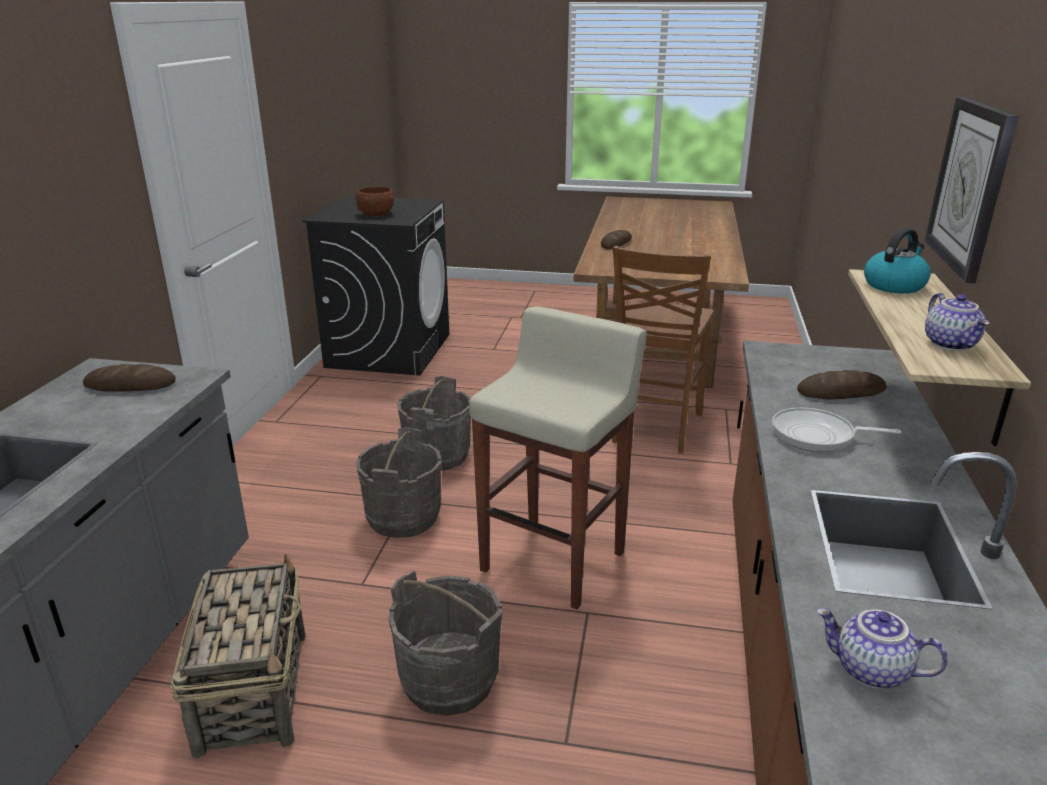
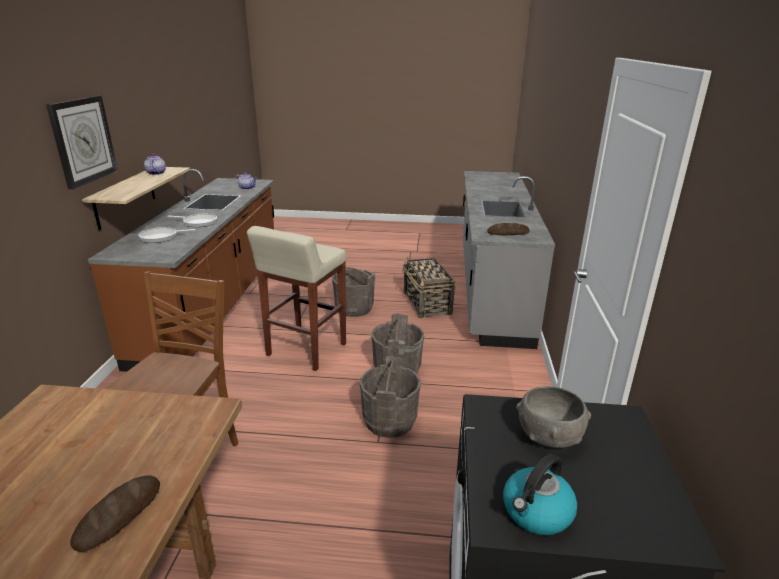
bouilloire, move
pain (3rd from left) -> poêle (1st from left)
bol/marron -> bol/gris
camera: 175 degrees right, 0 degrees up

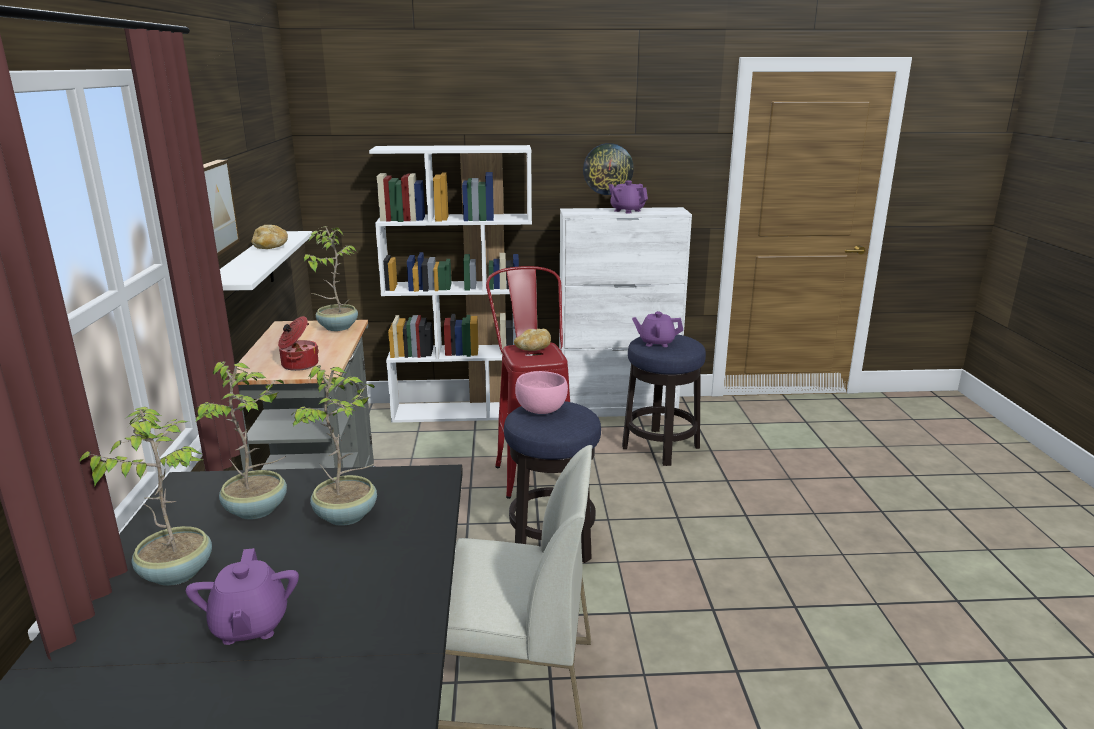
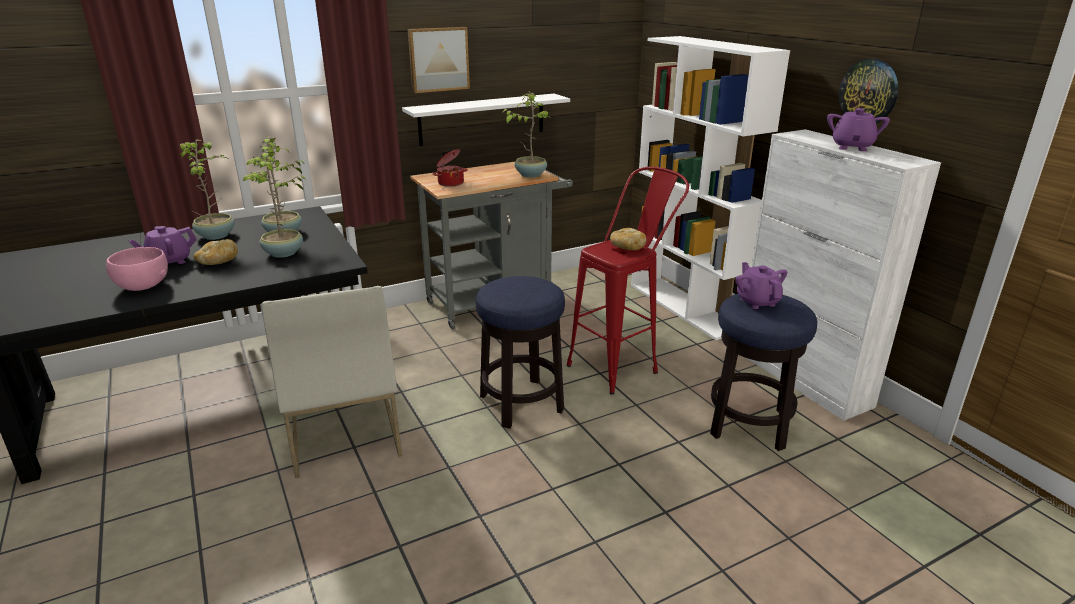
pain (1st from left), move
bol/rose, move
camera: 65 degrees right, 5 degrees up

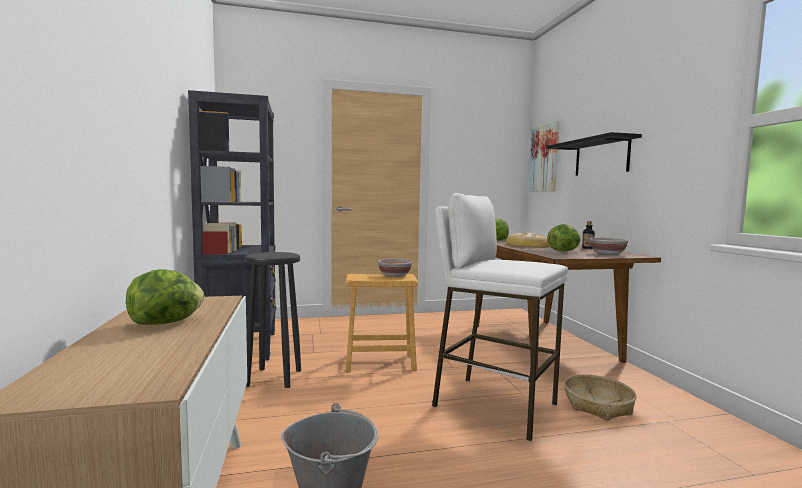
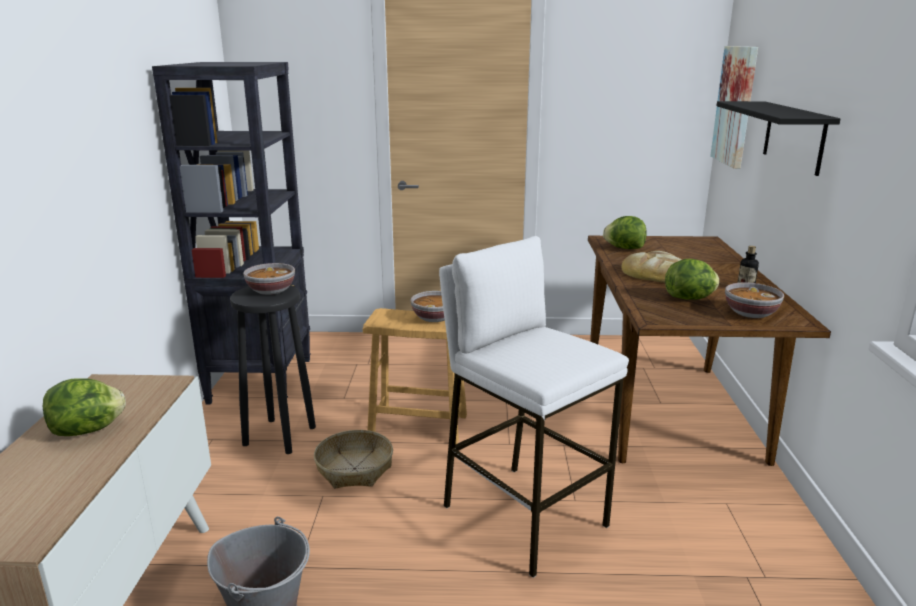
none -> bol (1st from left)
panier, move
camera: 15 degrees right, 15 degrees up

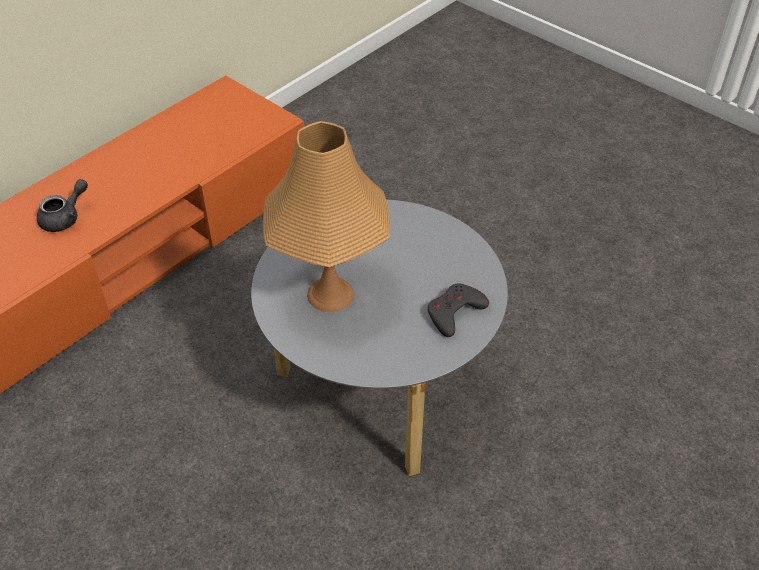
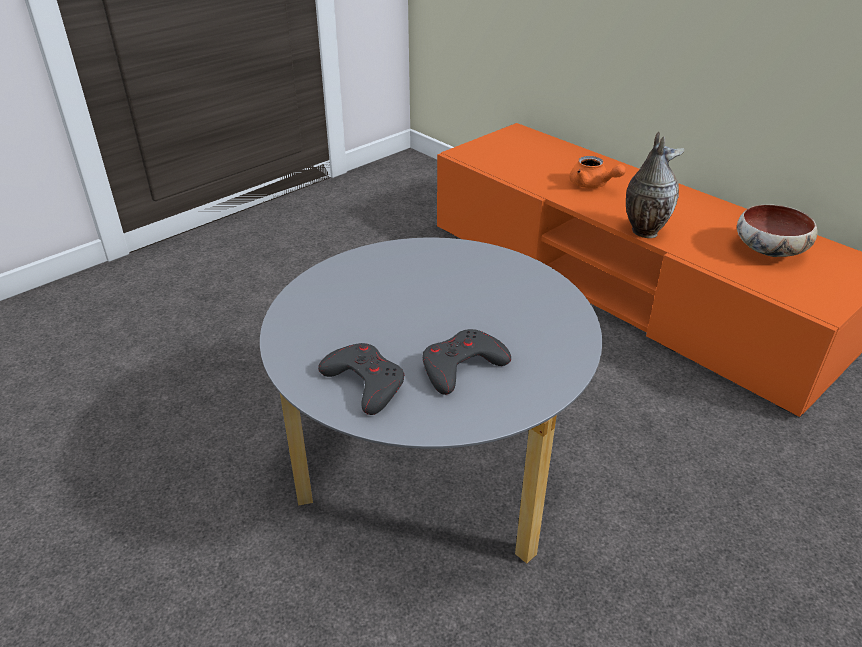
lampe de table/orange -> none
none -> manette/gris (2nd from left)
none -> vase
none -> bol
théière/gris -> théière/orange
camera: 95 degrees right, 10 degrees down

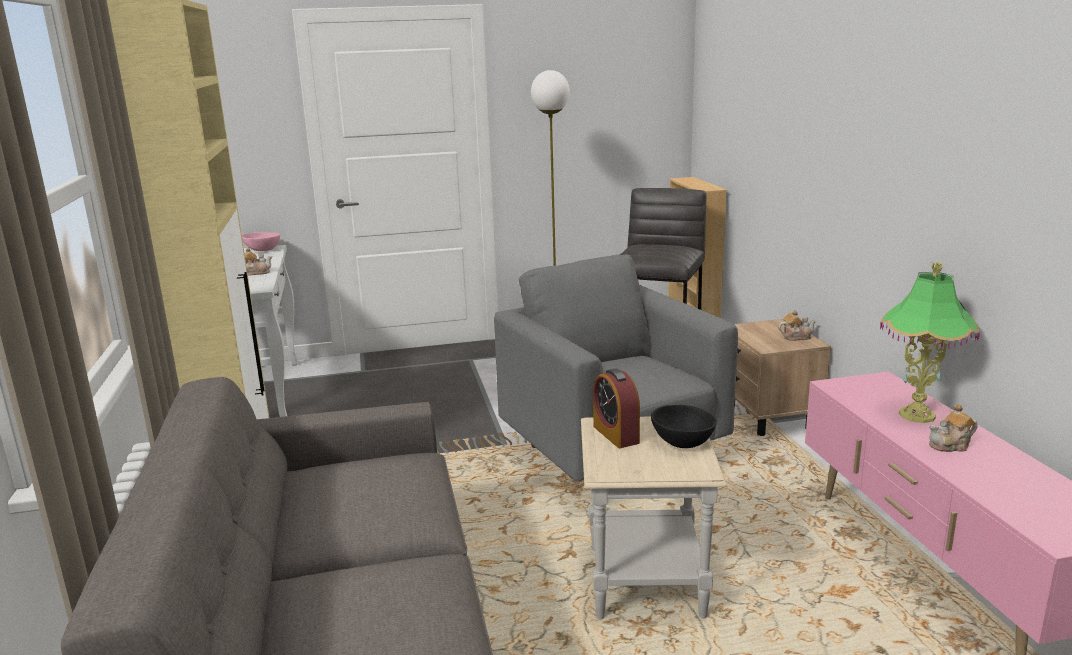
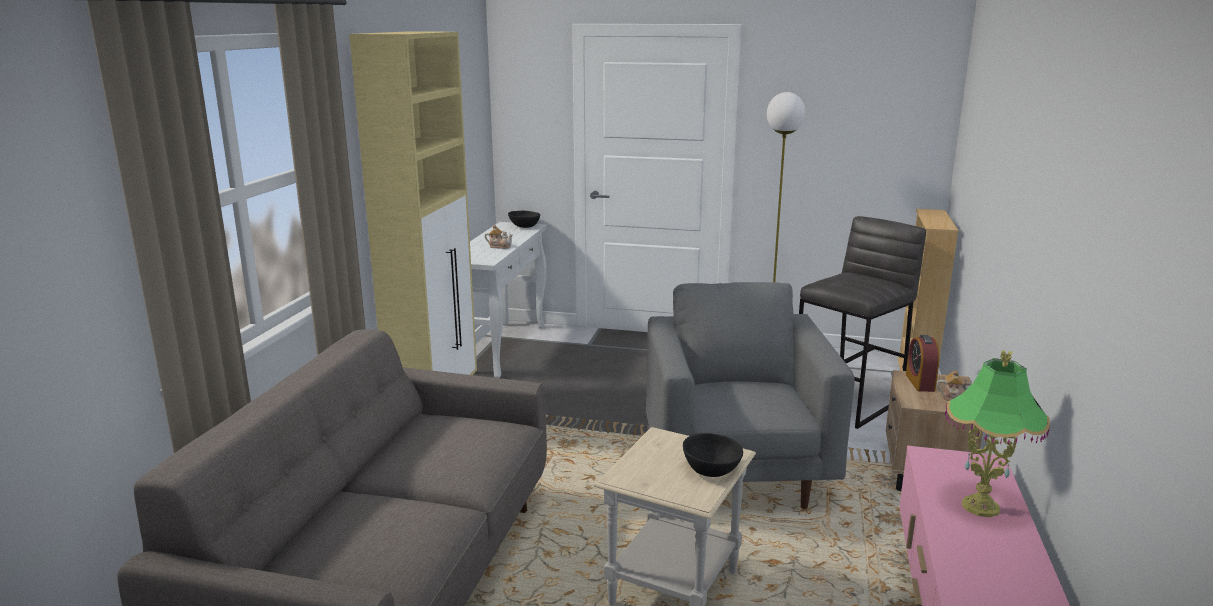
théière (3rd from left) -> none
réveil, move
bol/rose -> bol/noir (1st from left)
camera: 25 degrees right, 0 degrees up

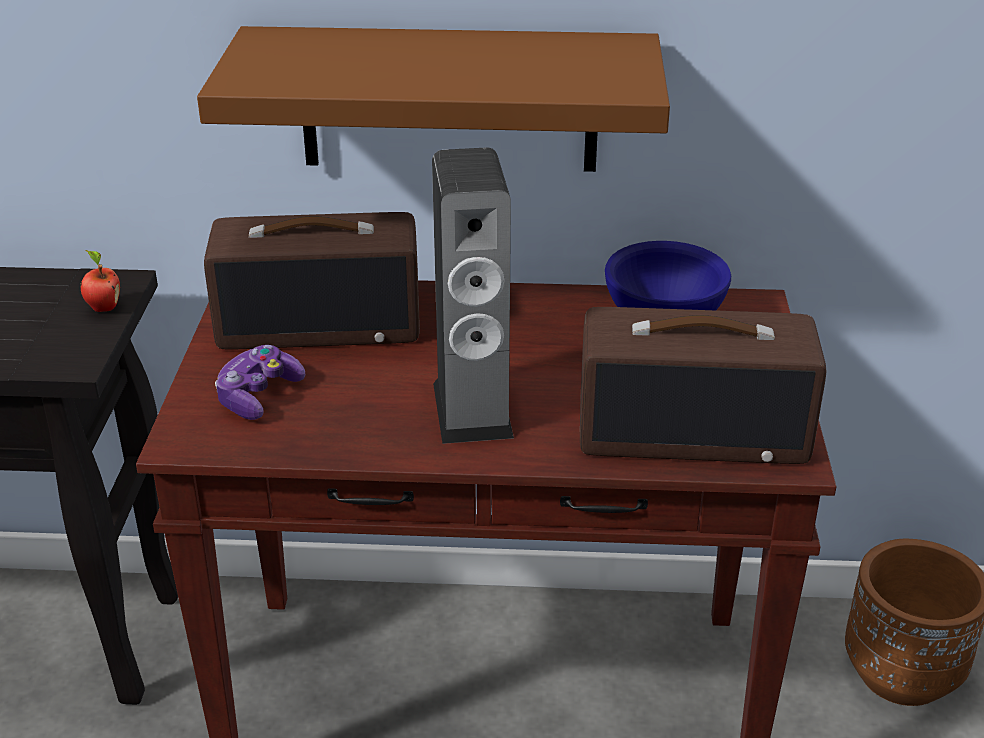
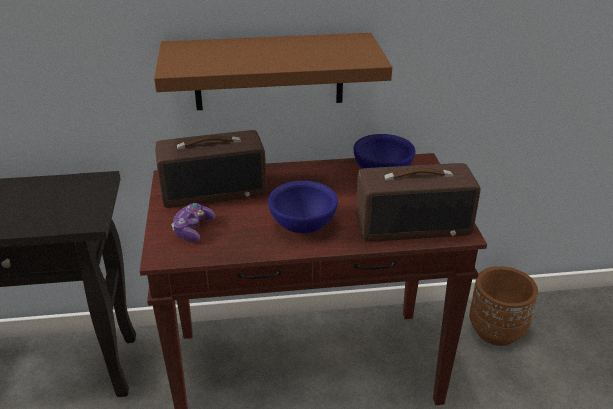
pomme -> none
enceinte -> bol/bleu (1st from left)
camera: 10 degrees left, 0 degrees up

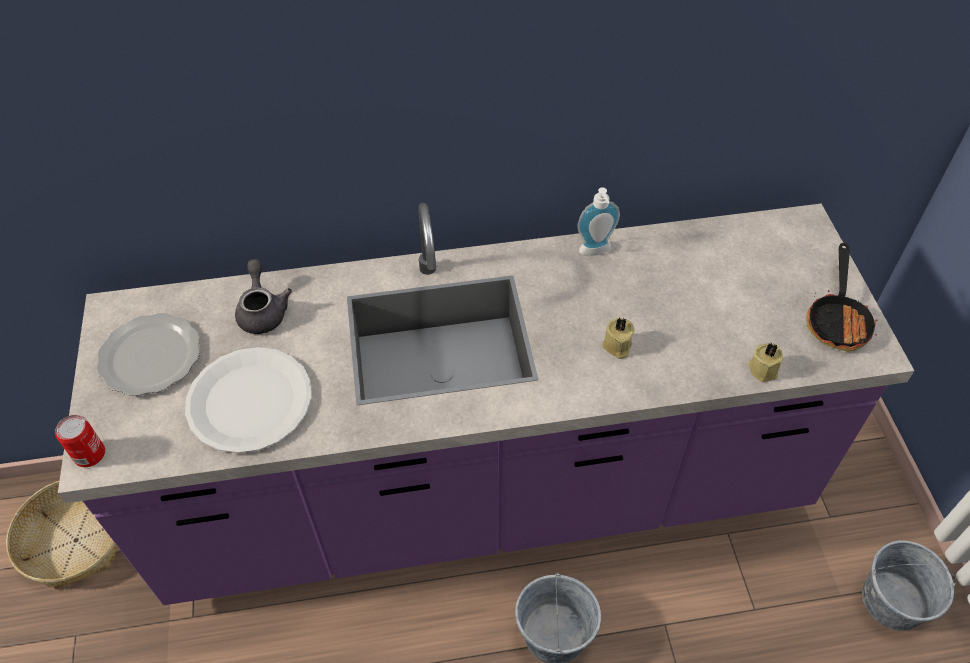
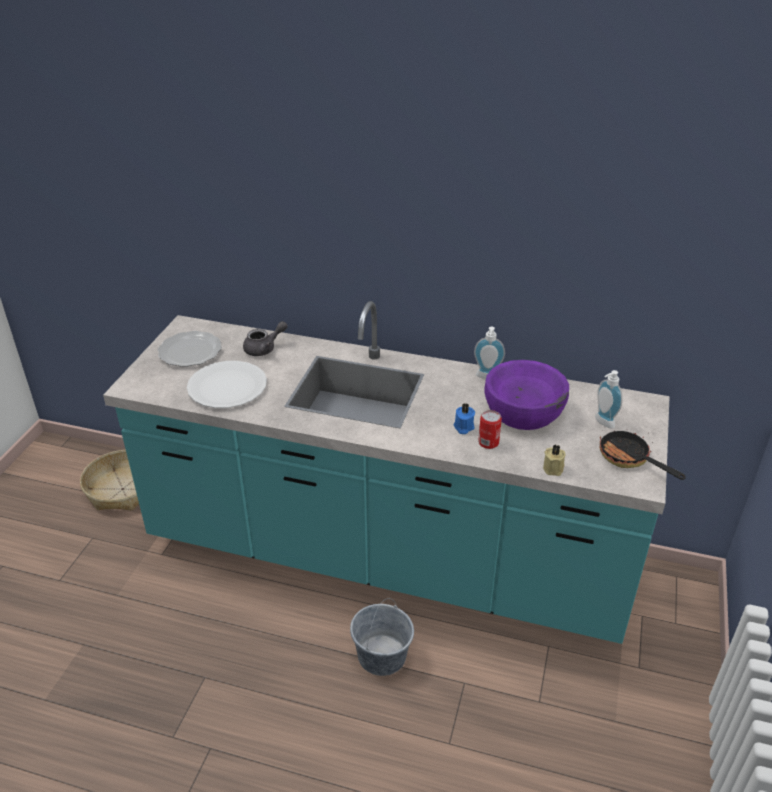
seau/gris (2nd from left) -> none
none -> bol/violet
none -> distributeur de savon (2nd from left)
boîte métallique, move
comptoir de cuisine/violet -> comptoir de cuisine/turquoise
bougie/beige (1st from left) -> bougie/bleu
théière/gris, 45 degrees clockwise
poêle, 105 degrees clockwise
camera: 25 degrees right, 15 degrees down

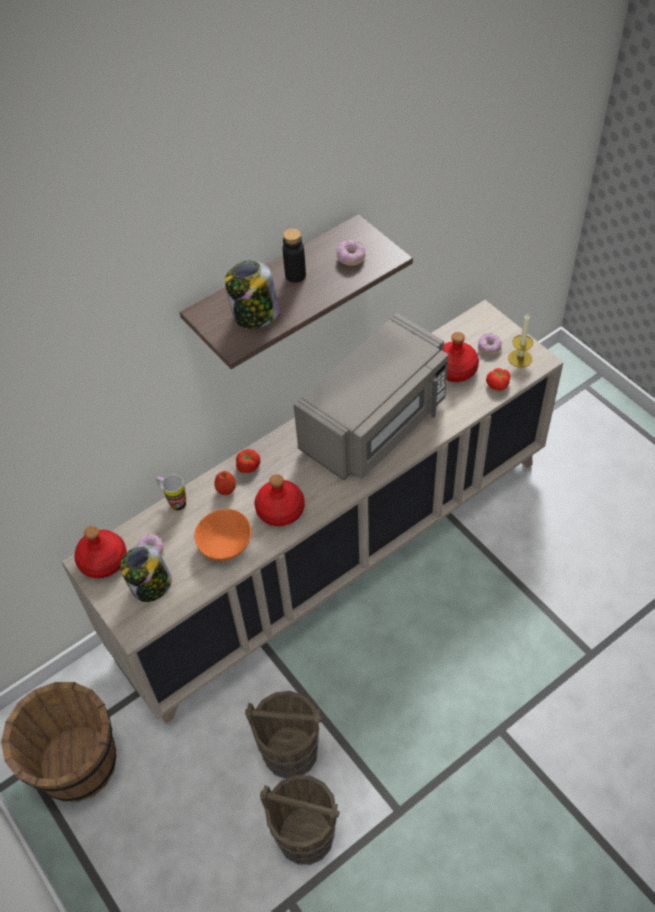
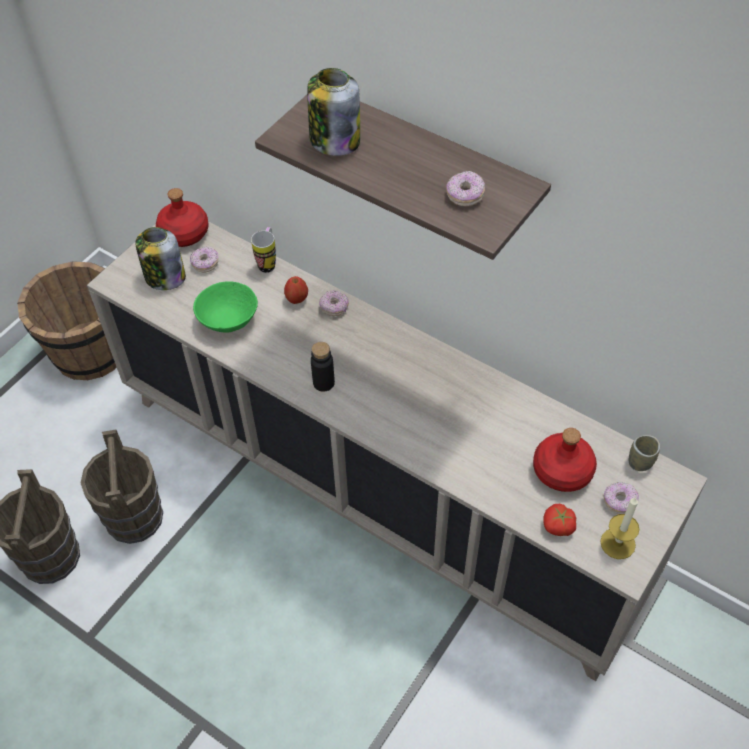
bouteille/rouge (2nd from left) -> none
micro-ondes/gris -> none
none -> tasse
bouteille/noir, move
tomate (1st from left) -> beignet (2nd from left)
bol/orange -> bol/vert
camera: 70 degrees right, 0 degrees up

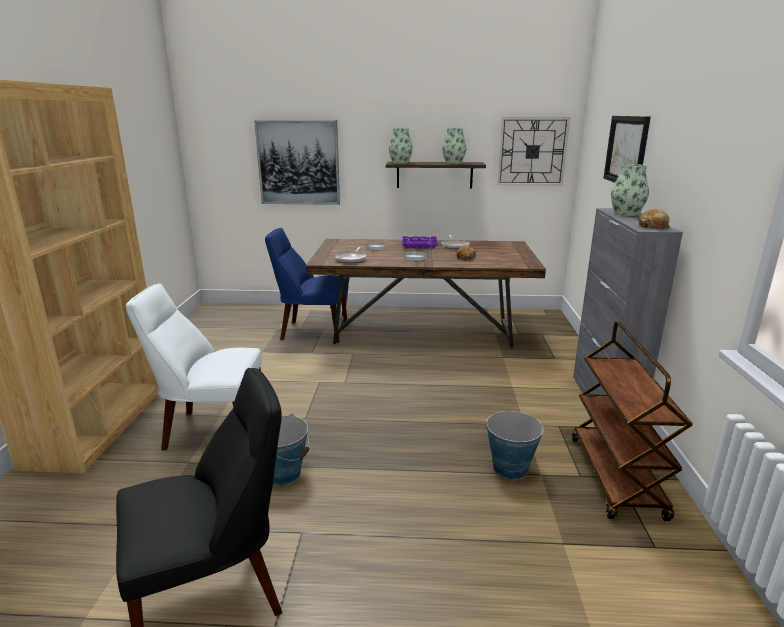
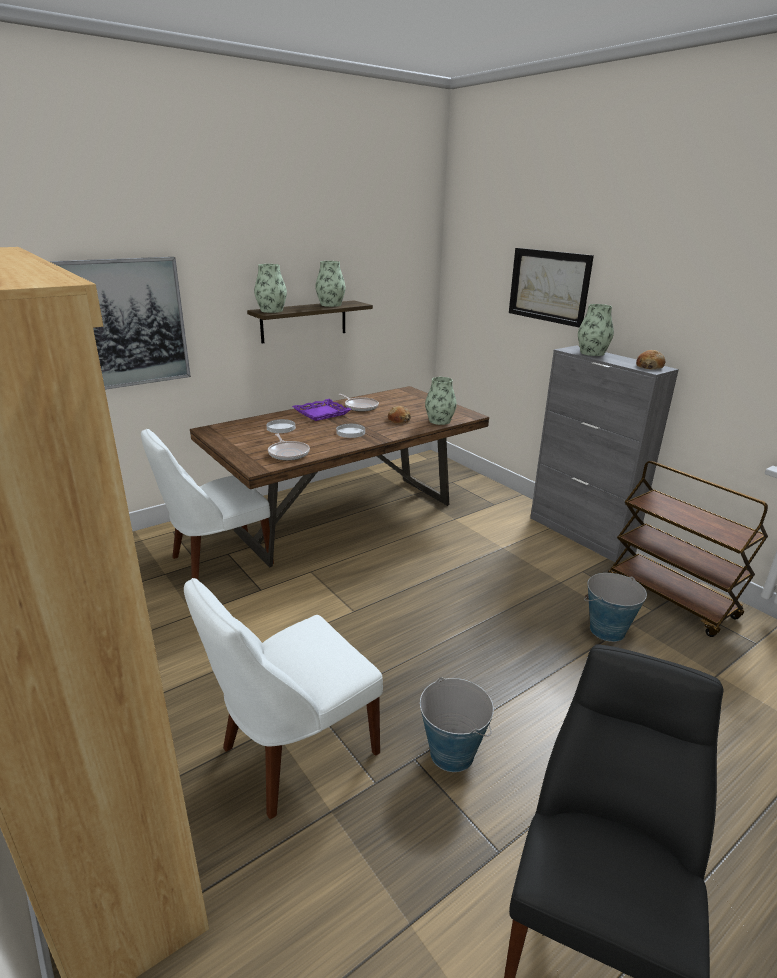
horloge murale -> none
none -> vase (3rd from left)
chaise/bleu -> chaise/blanc (1st from left)
camera: 40 degrees left, 5 degrees up

